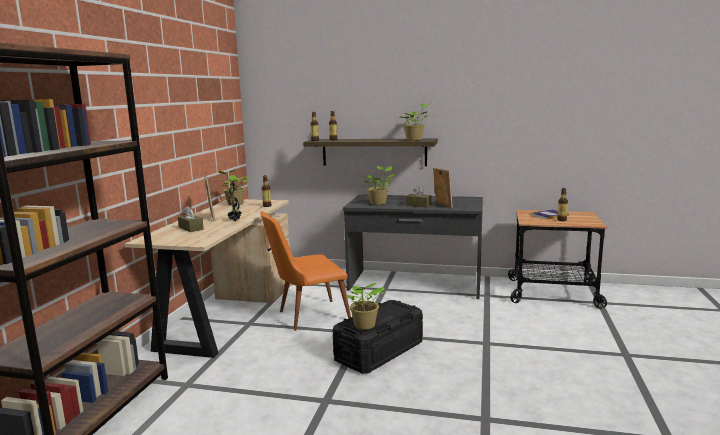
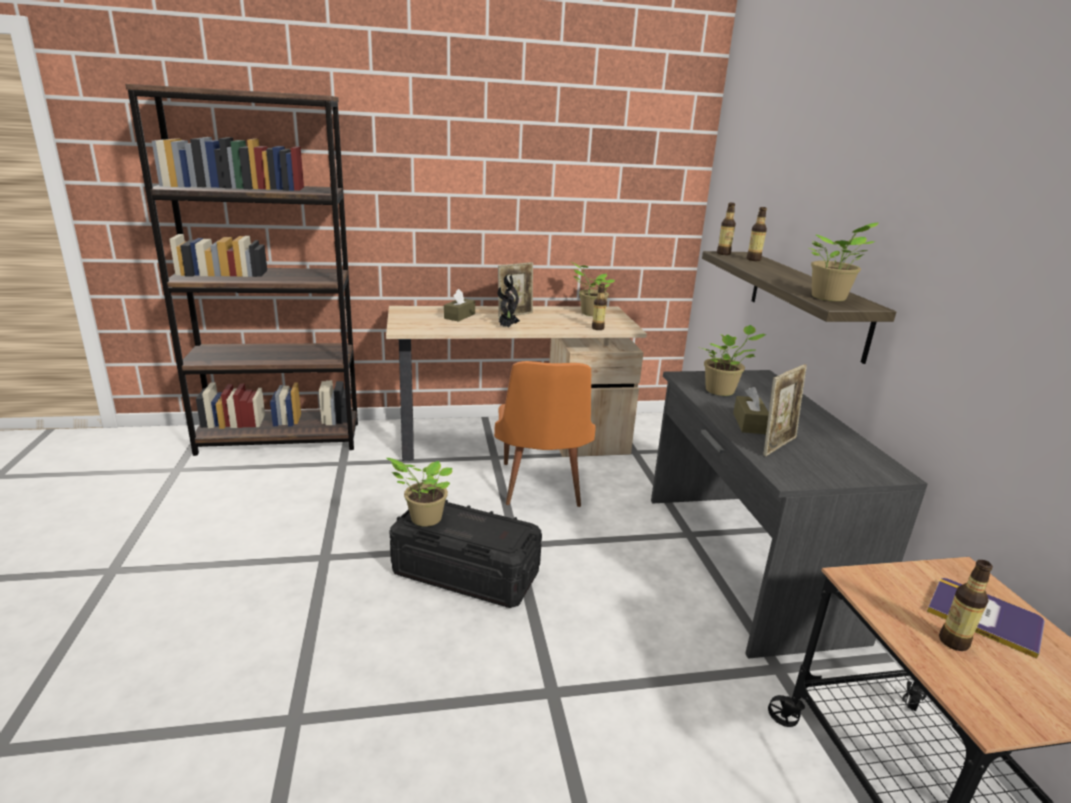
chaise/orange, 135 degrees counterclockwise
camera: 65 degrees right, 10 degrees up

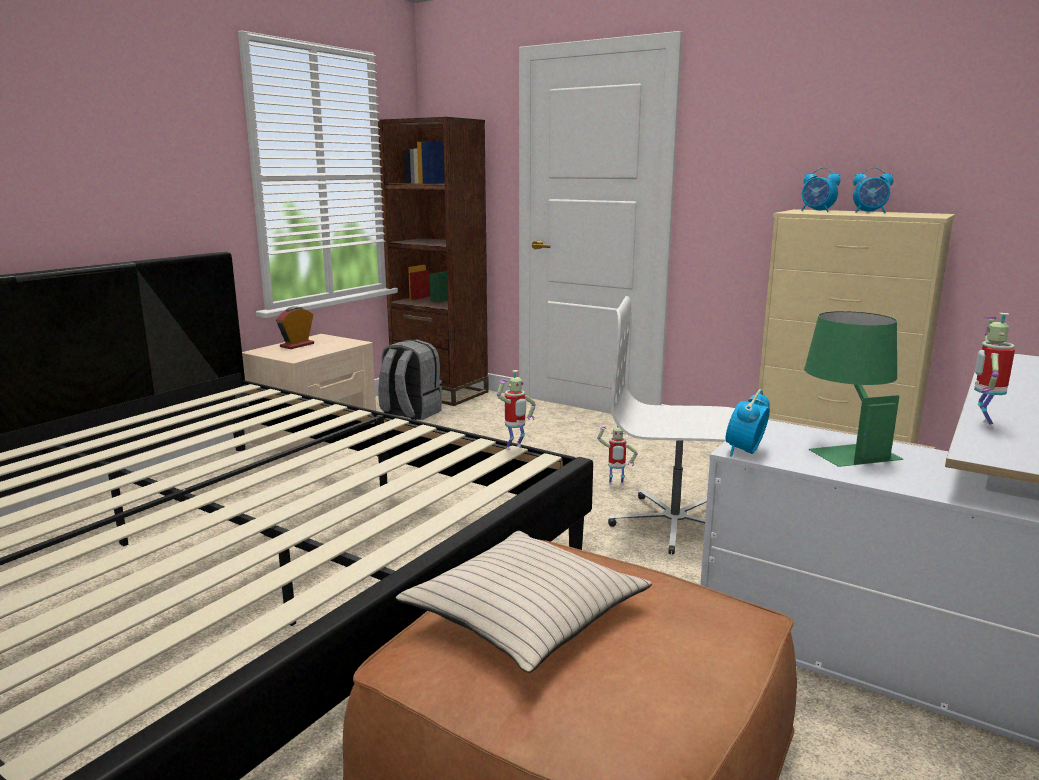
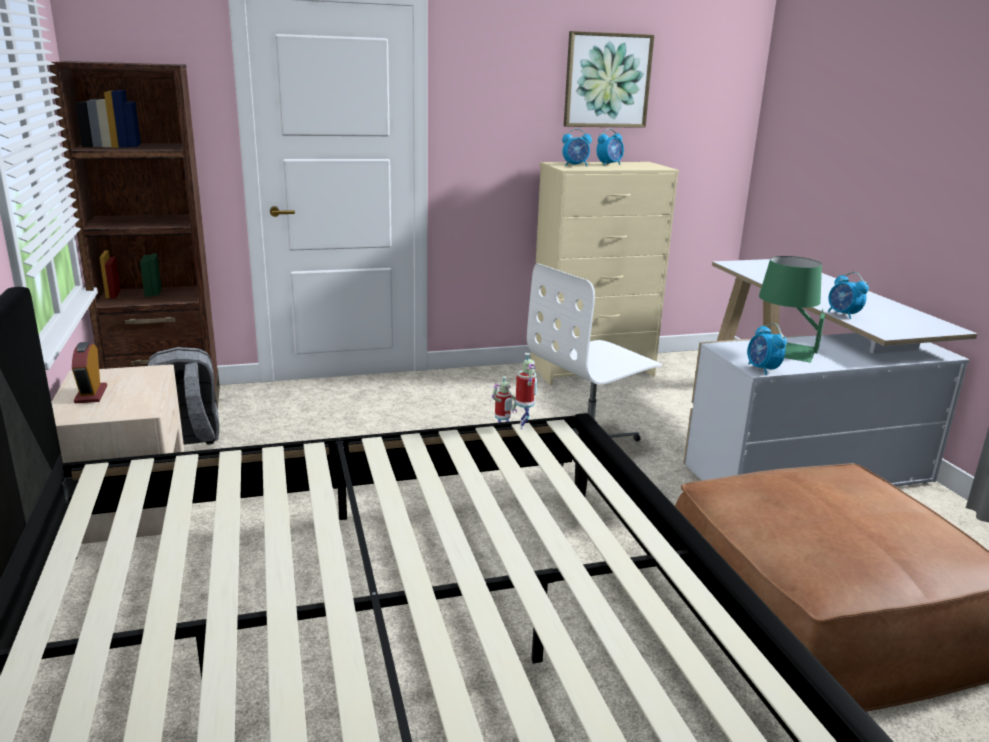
coussin/beige -> none
none -> tableau
robot jouet (3rd from left) -> réveil (5th from left)
camera: 50 degrees left, 5 degrees up

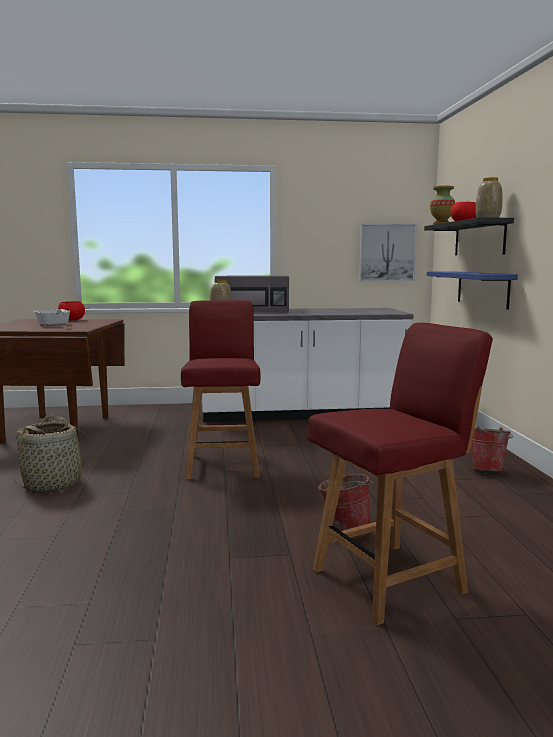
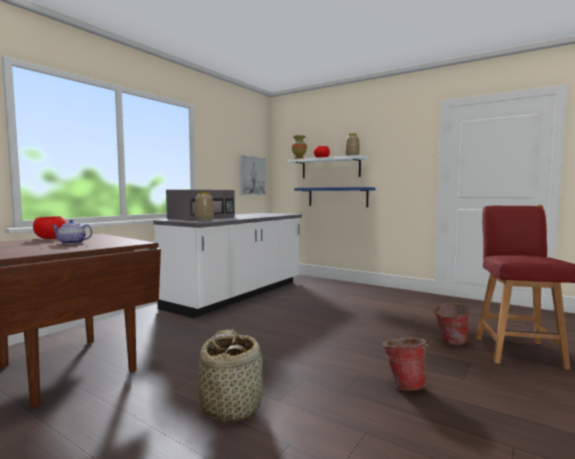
chaise/rouge (1st from left) -> none
seau (2nd from left in the first image) -> seau (1st from left), move
poêle -> théière
étagère/noir -> étagère/blanc
camera: 50 degrees left, 5 degrees down

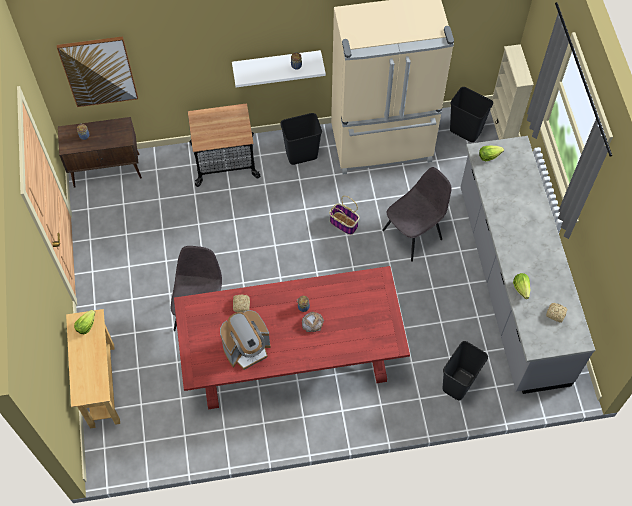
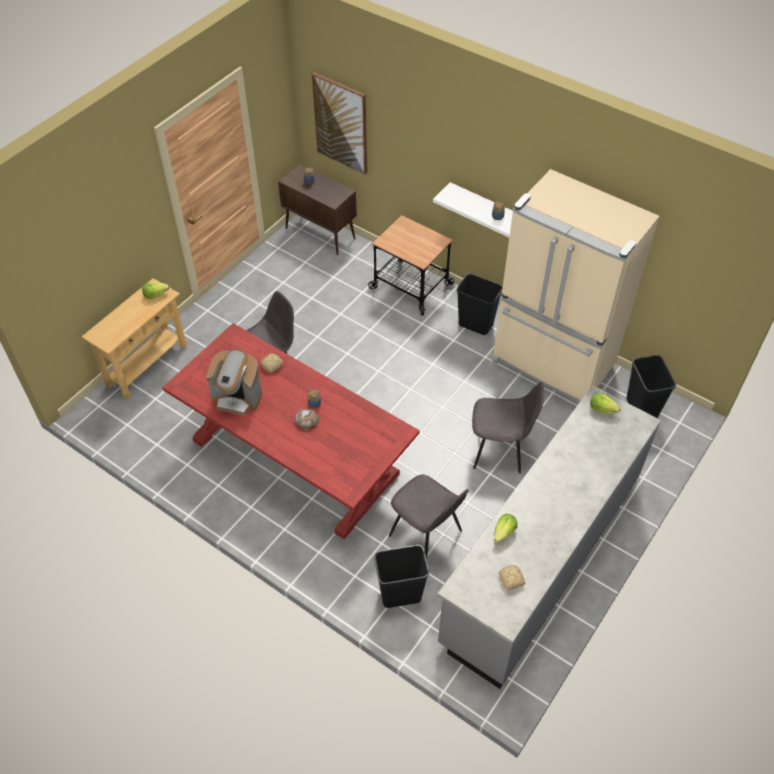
panier -> none
bibliothèque/beige -> none
none -> chaise/gris (2nd from left)
camera: 45 degrees right, 10 degrees down

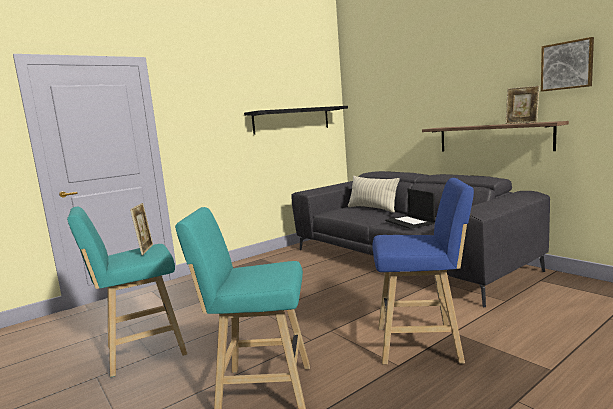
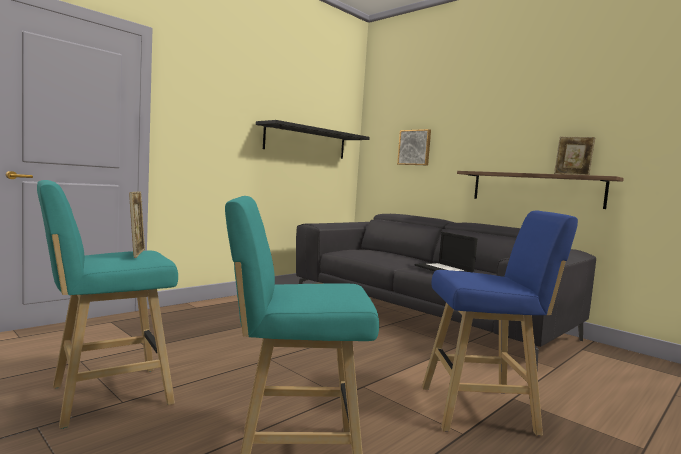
coussin -> none
tableau, move
camera: 10 degrees left, 5 degrees down

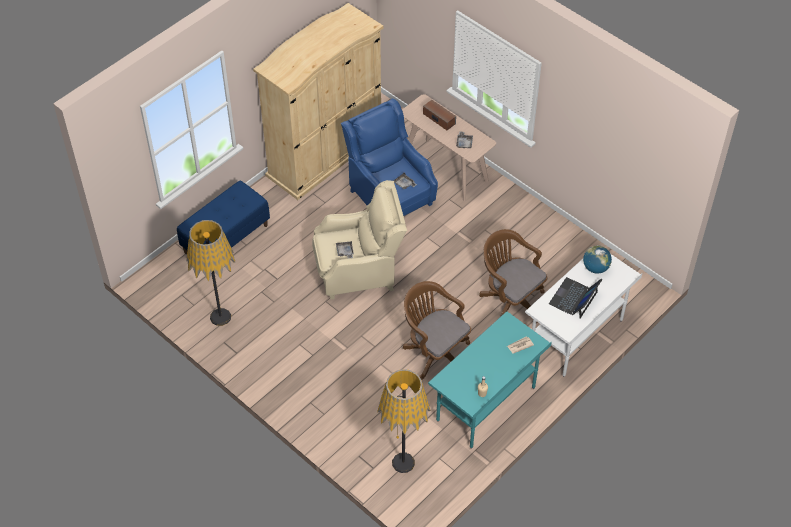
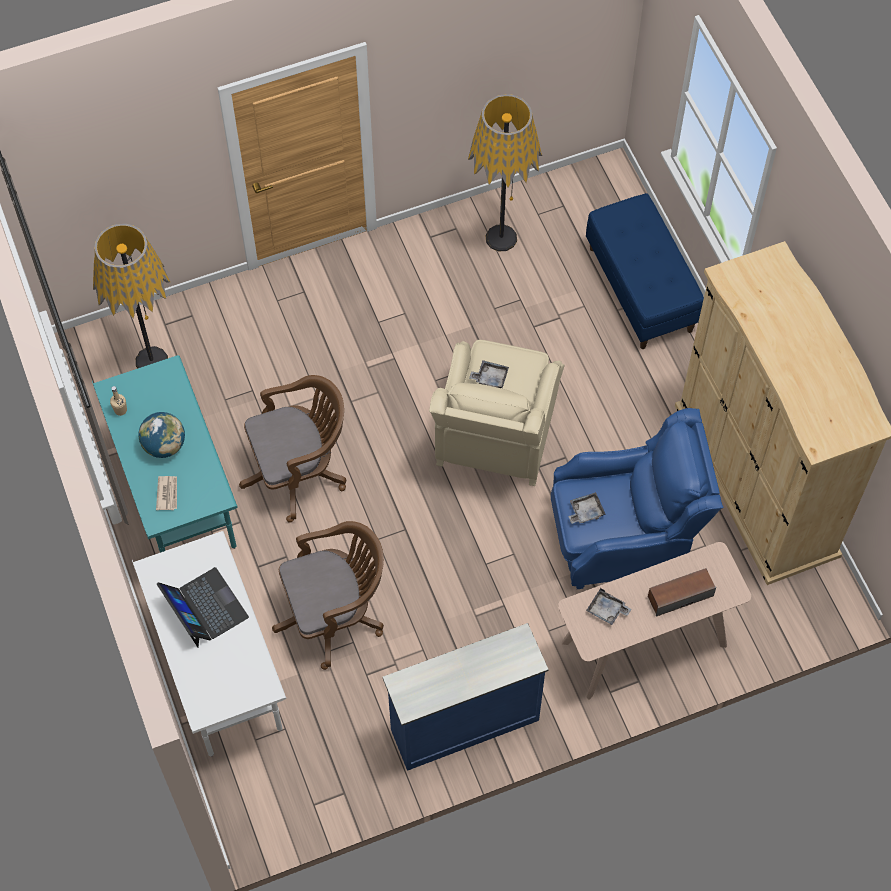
none -> commode/bleu
globe, move
camera: 115 degrees right, 10 degrees up

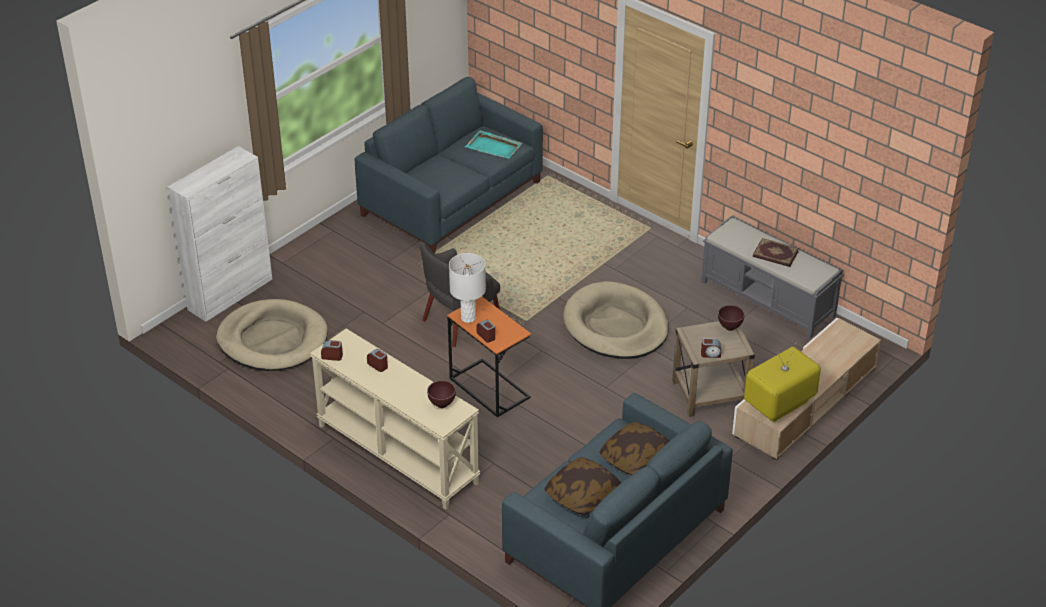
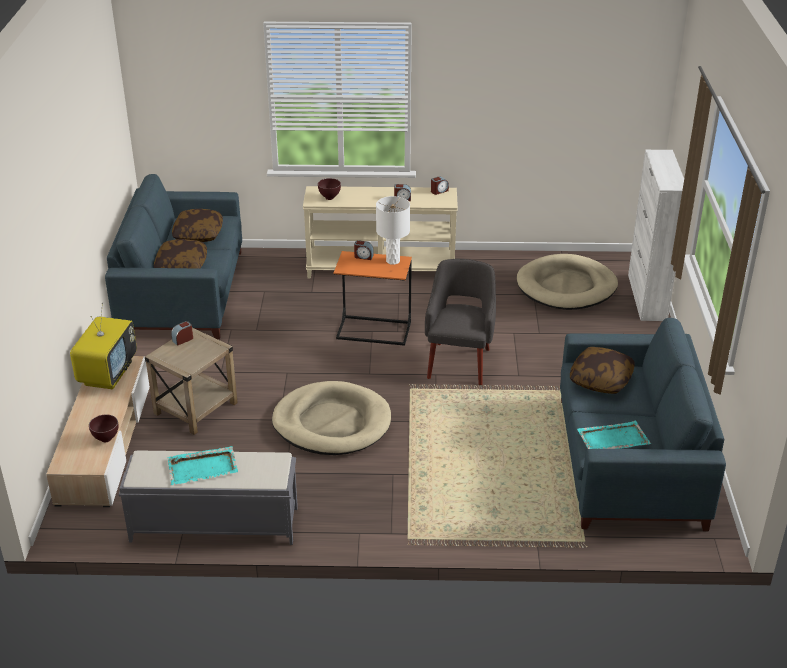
none -> coussin (3rd from left)
bol/marron (2nd from left in the first image) -> bol/marron (1st from left), move
livre -> plateau/turquoise (1st from left)
camera: 140 degrees right, 5 degrees down

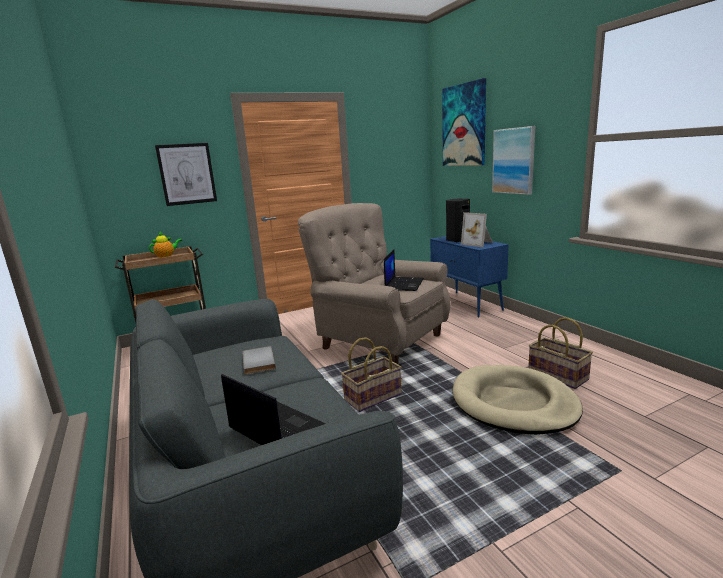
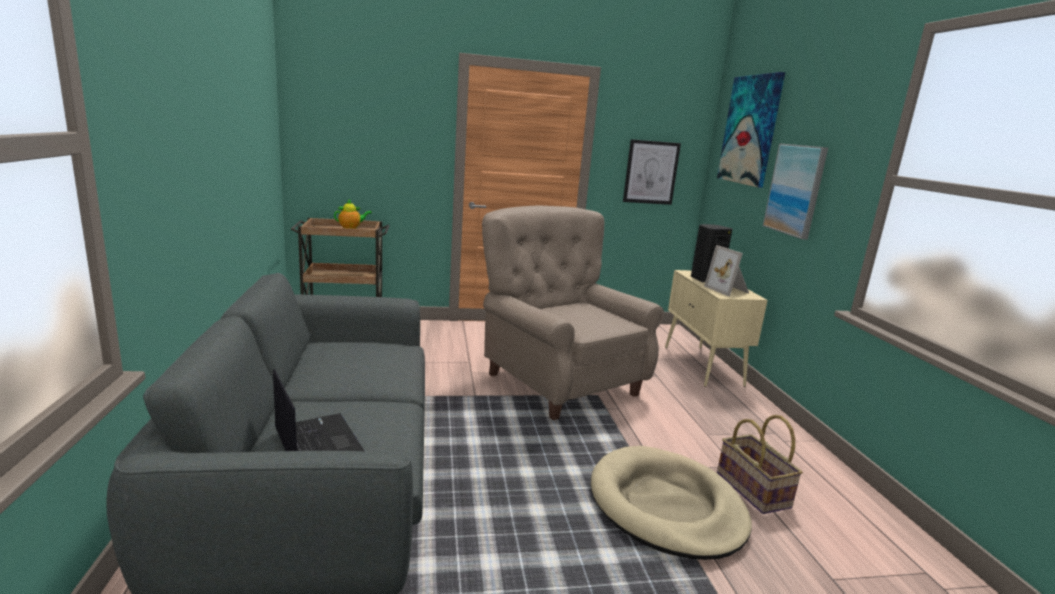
livre/gris -> none
panier (1st from left) -> none
ordinateur portable (2nd from left) -> none
tableau (1st from left), move
meuble de rangement/bleu -> meuble de rangement/beige
camera: 15 degrees right, 0 degrees up

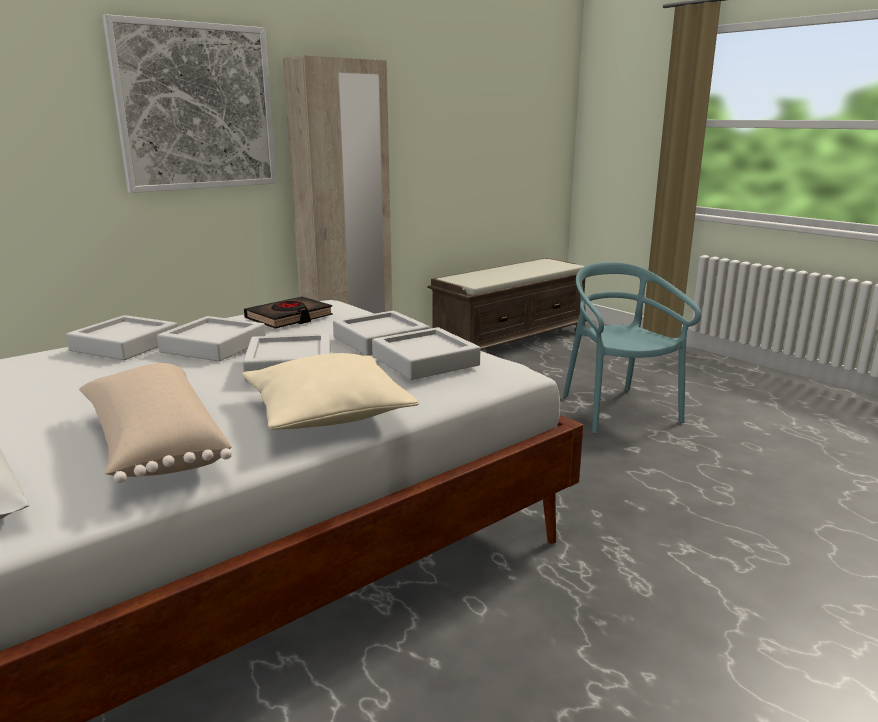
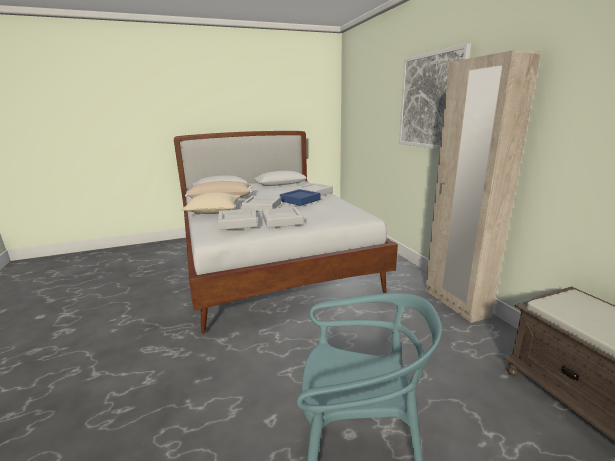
livre/noir -> none
plateau/gris (2nd from left) -> plateau/bleu
camera: 110 degrees right, 0 degrees up

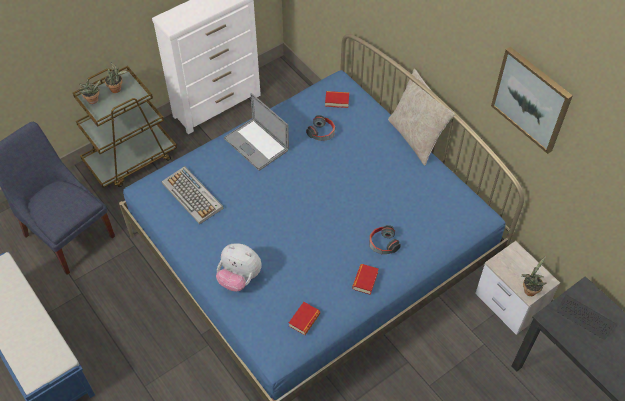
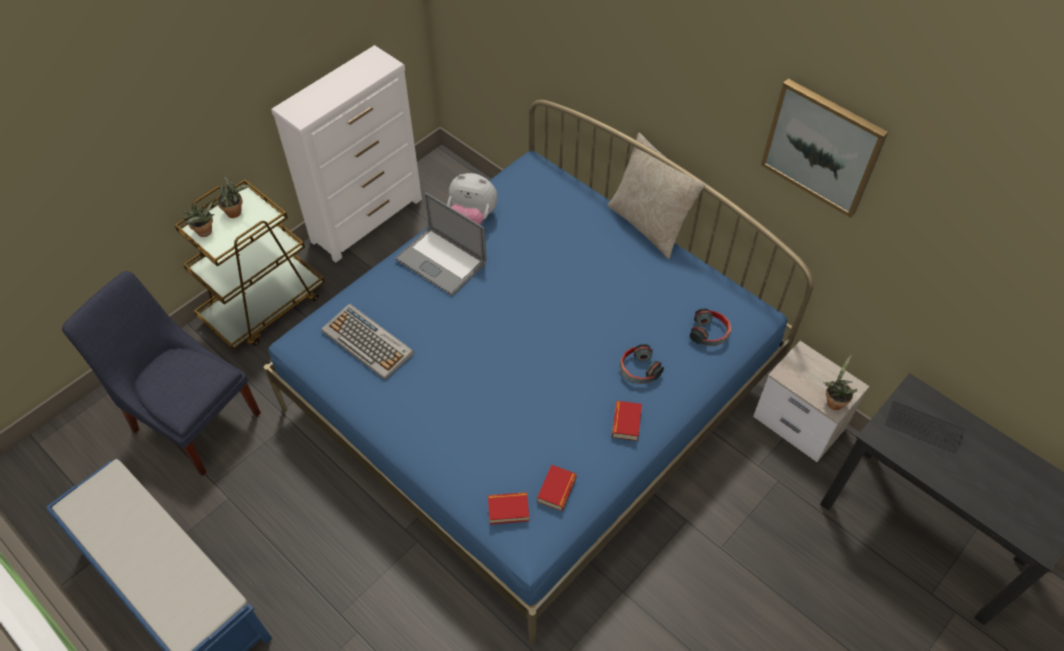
peluche, move
casque audio (1st from left in the first image) -> casque audio (2nd from left), move
livre (2nd from left in the first image) -> livre (1st from left), move
camera: 10 degrees left, 0 degrees up

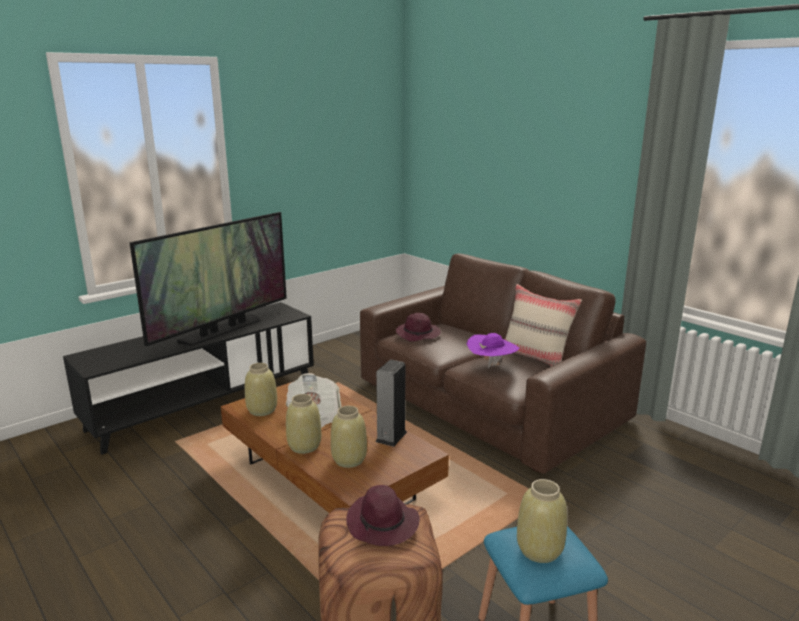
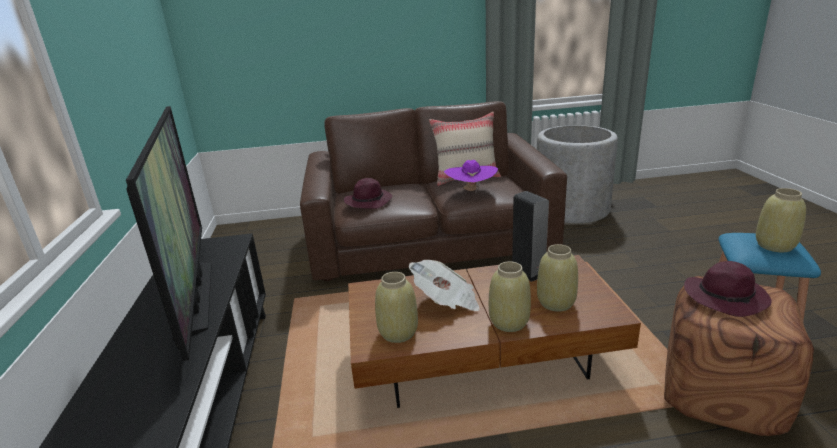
none -> cache-pot/gris
camera: 55 degrees left, 5 degrees up

